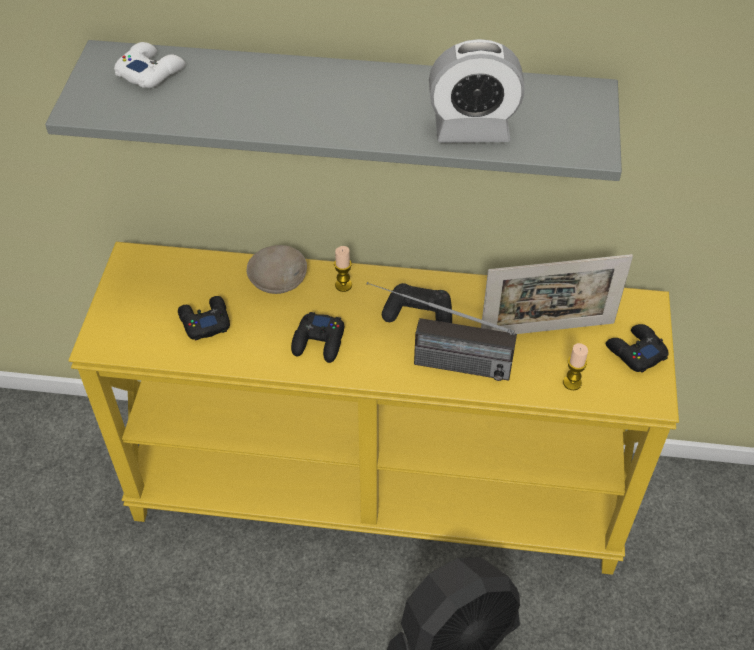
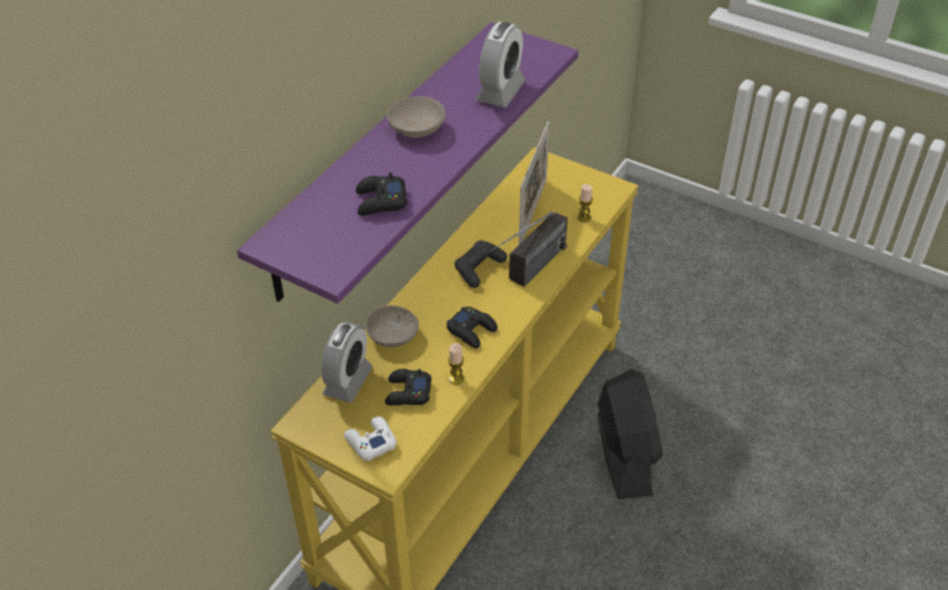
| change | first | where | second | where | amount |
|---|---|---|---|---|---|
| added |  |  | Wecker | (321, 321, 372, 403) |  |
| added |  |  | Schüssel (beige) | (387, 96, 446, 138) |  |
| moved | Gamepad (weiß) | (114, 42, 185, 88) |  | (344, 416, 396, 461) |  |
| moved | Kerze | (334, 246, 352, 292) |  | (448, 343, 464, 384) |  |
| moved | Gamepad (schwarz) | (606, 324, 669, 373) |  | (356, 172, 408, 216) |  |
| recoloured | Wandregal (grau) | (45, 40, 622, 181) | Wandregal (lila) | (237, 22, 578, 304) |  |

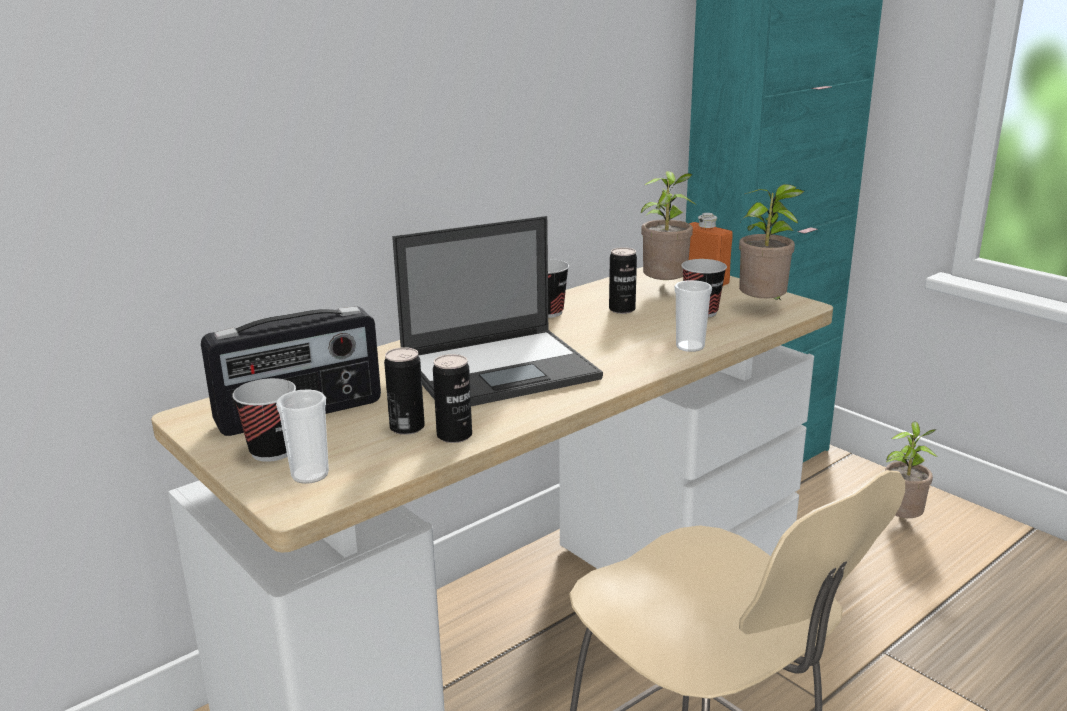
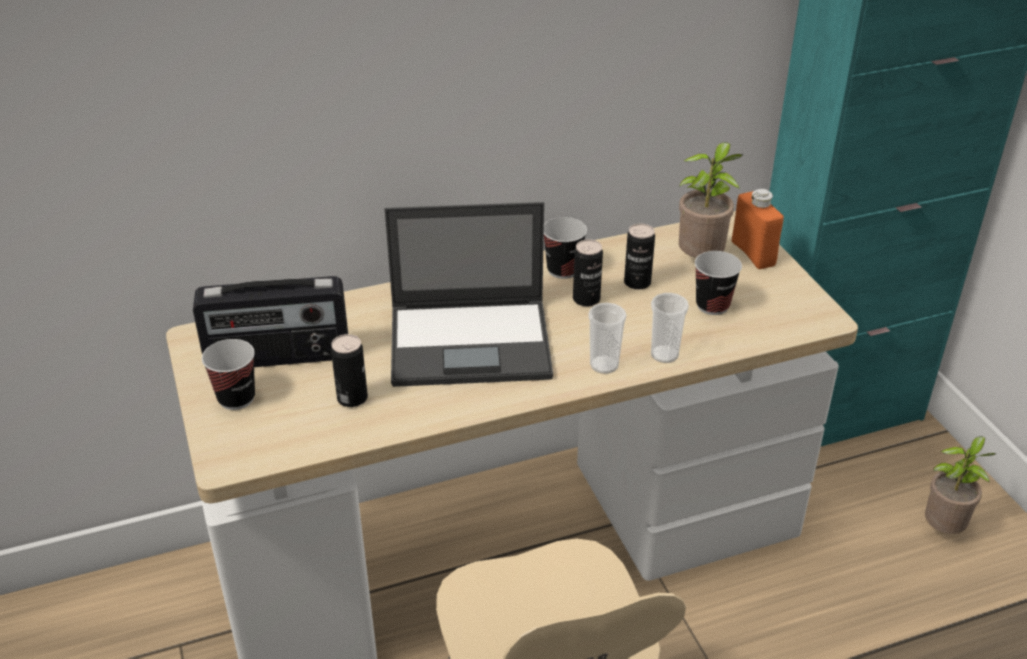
| change | first | where | second | where | amount |
|---|---|---|---|---|---|
| removed | Topfpflanze | (739, 184, 804, 300) |  |  |  |
| moved | Tasse | (276, 389, 329, 484) |  | (588, 303, 627, 374) |  |
| moved | Dose | (433, 354, 472, 443) |  | (573, 239, 603, 307) |  |

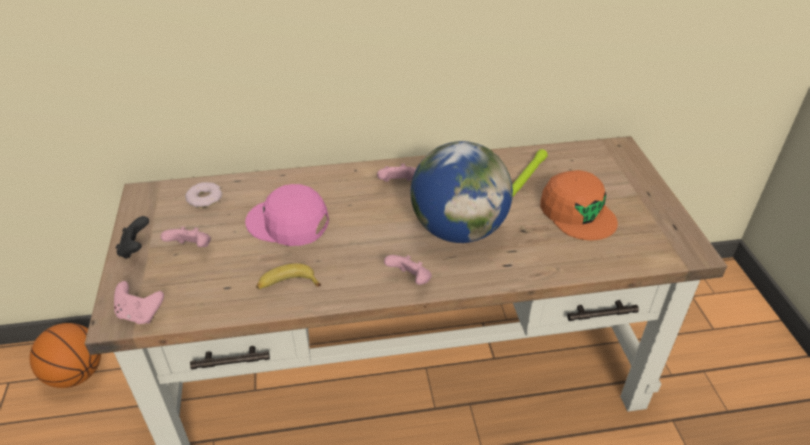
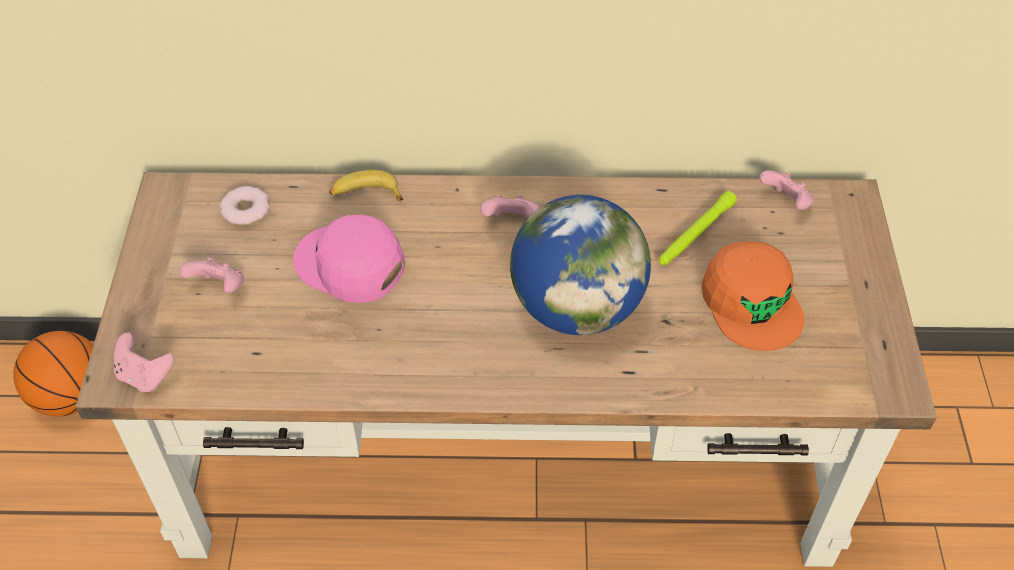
| change | first | where | second | where | amount |
|---|---|---|---|---|---|
| removed | Gamepad (schwarz) | (115, 216, 149, 259) |  |  |  |
| moved | Banane | (256, 263, 321, 289) |  | (329, 170, 403, 201) |  |
| moved | Gamepad (rosa) | (384, 255, 432, 285) |  | (759, 170, 814, 210) |  |

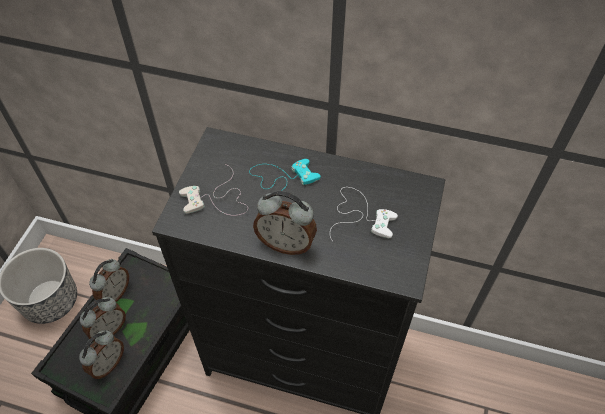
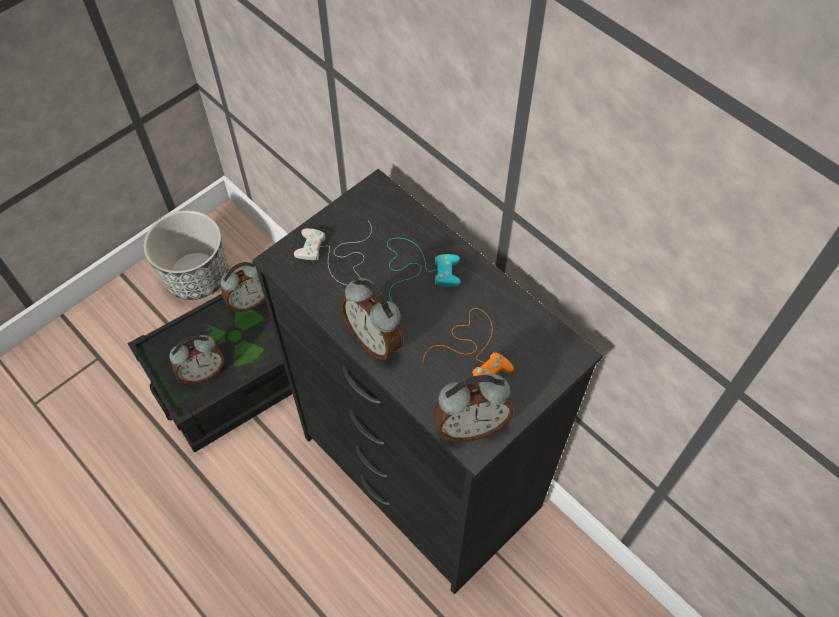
| change | first | where | second | where | amount |
|---|---|---|---|---|---|
| moved | Wecker | (80, 297, 126, 342) |  | (433, 374, 514, 442) |  |
| recoloured | Gamepad (weiß) | (330, 187, 398, 241) | Gamepad (orange) | (423, 308, 514, 383) |  |

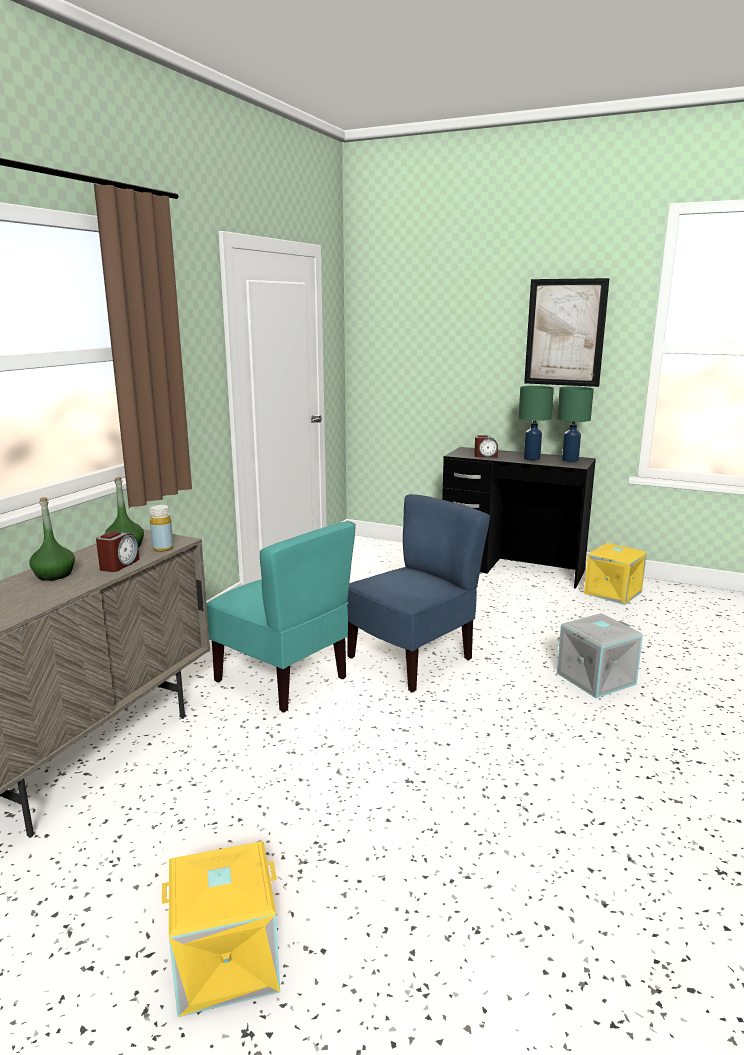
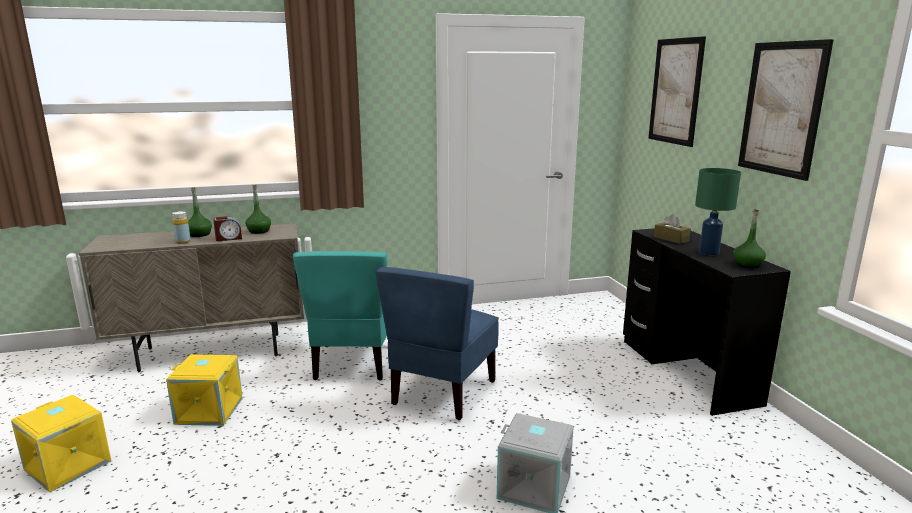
| change | first | where | second | where | amount |
|---|---|---|---|---|---|
| added |  |  | Bild | (648, 36, 706, 147) |  |
| moved | Flasche (gelb) | (150, 505, 173, 552) |  | (172, 211, 191, 244) |  |
| moved | Aufbewahrungsbox (gelb) | (584, 543, 647, 605) |  | (166, 355, 243, 426) |  |
| replaced | Wecker | (474, 435, 498, 457) | Taschentuchbox (braun) | (654, 214, 691, 244) |  |
| replaced | Tischlampe (grün) | (557, 386, 594, 462) | Flasche (grün) | (733, 209, 766, 268) |  |
| turned | Stuhl (blau) | (347, 494, 490, 692) |  | (376, 267, 499, 420) | 105 degrees clockwise |

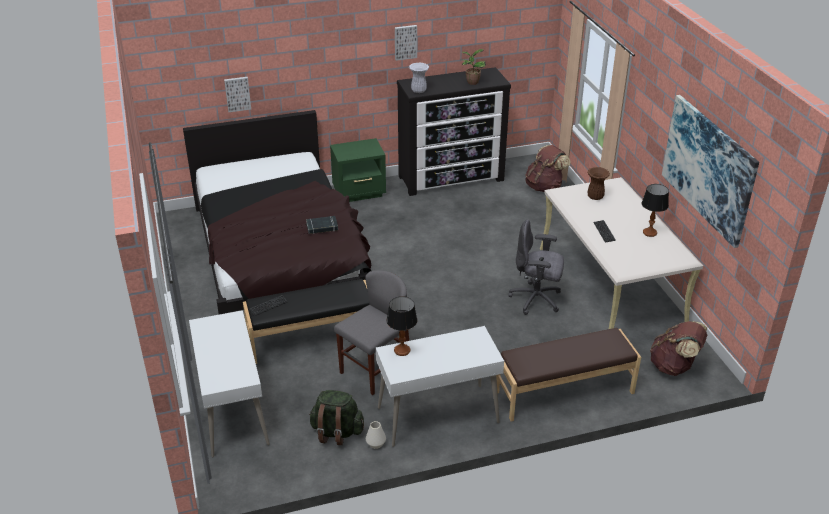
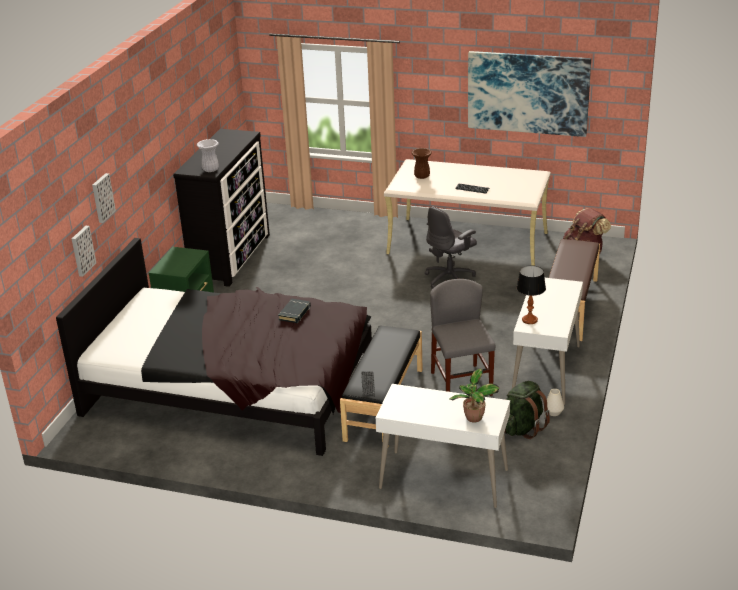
| change | first | where | second | where | amount |
|---|---|---|---|---|---|
| removed | Rucksack (braun) | (525, 145, 571, 192) |  |  |  |
| removed | Tischlampe | (642, 184, 669, 237) |  |  |  |
| moved | Bild | (395, 25, 417, 61) |  | (92, 173, 116, 223) |  |
| moved | Topfpflanze | (462, 49, 486, 85) |  | (449, 369, 499, 422) |  |

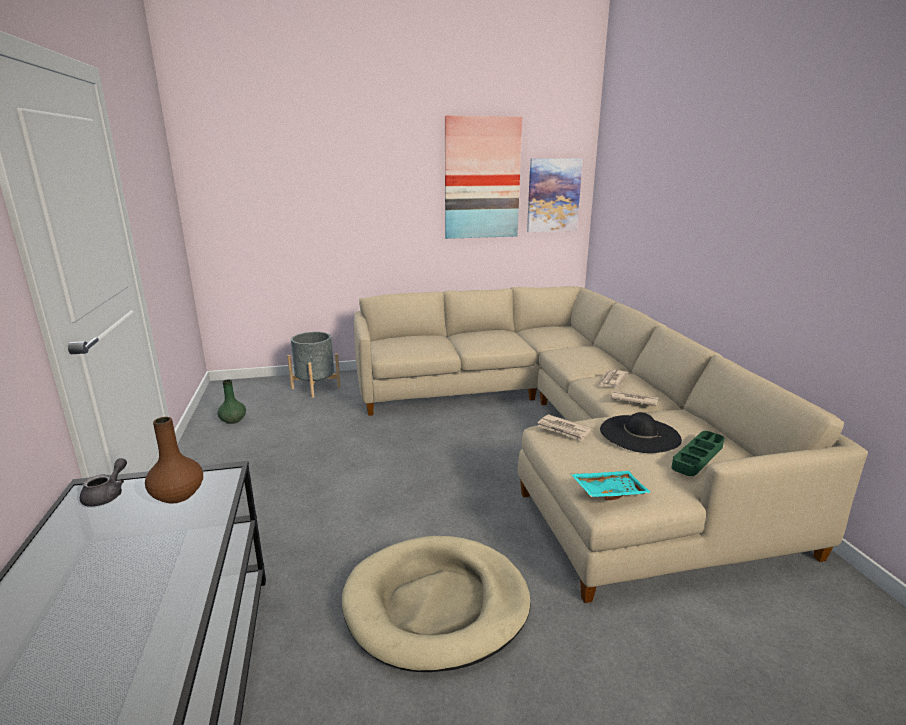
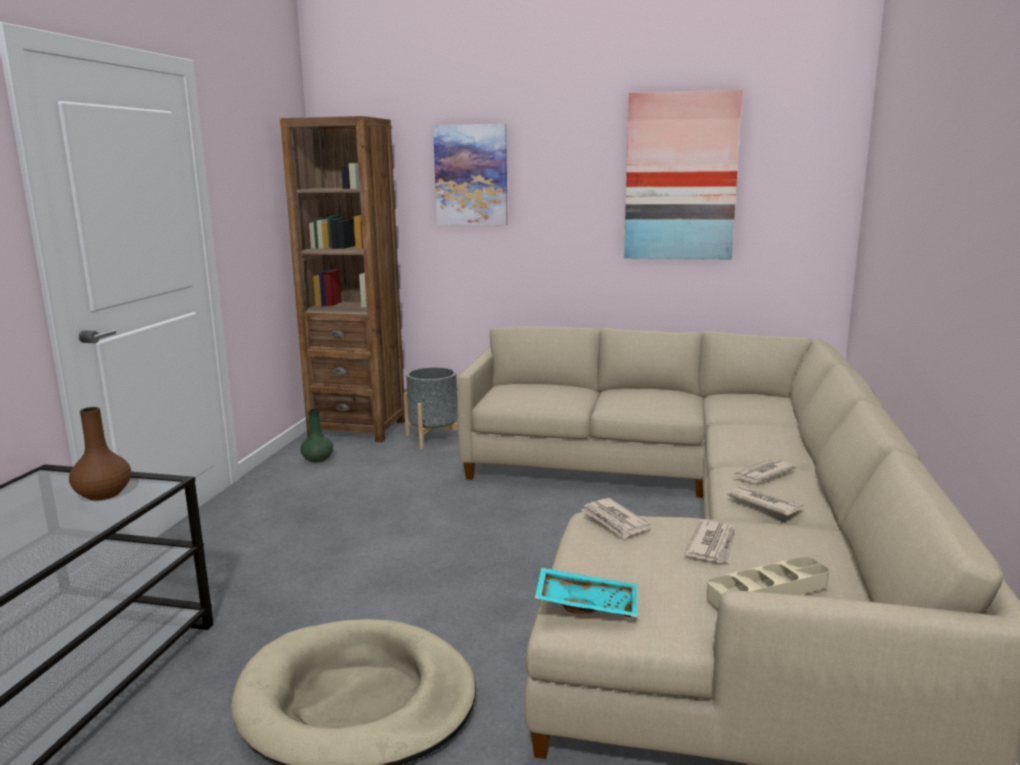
| change | first | where | second | where | amount |
|---|---|---|---|---|---|
| removed | Teekanne (grau) | (80, 458, 127, 507) |  |  |  |
| added |  |  | Bücherregal (braun) | (280, 116, 405, 442) |  |
| moved | Bild | (527, 158, 583, 232) |  | (433, 124, 508, 225) |  |
| replaced | Hut (schwarz) | (600, 412, 682, 453) | Zeitung | (684, 520, 736, 562) |  |
| recoloured | Tablett (grün) | (671, 431, 725, 476) | Tablett (beige) | (707, 557, 829, 608) |  |

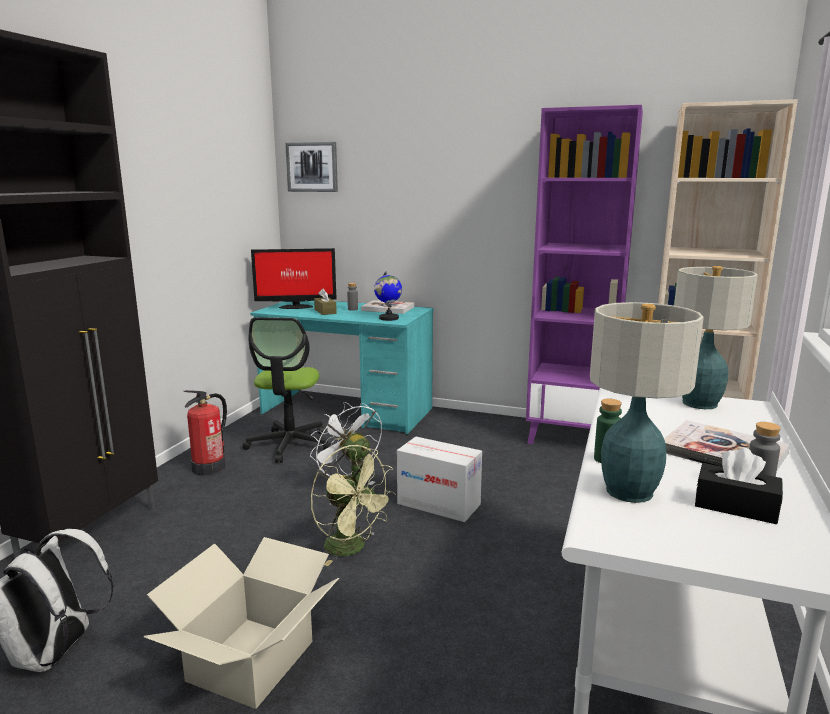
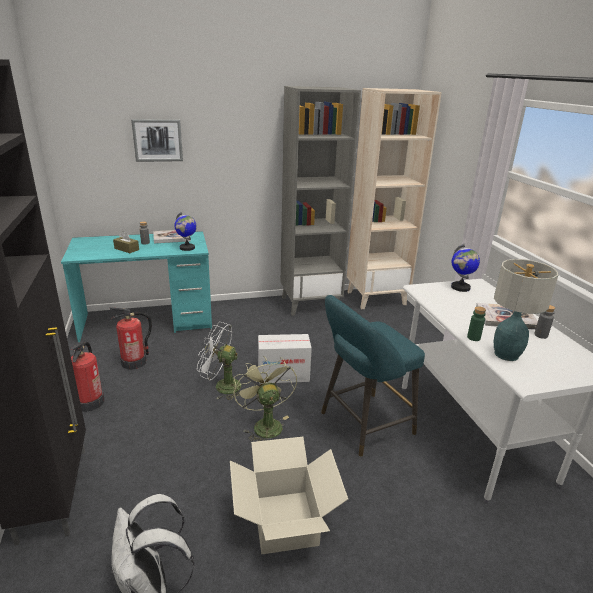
| change | first | where | second | where | amount |
|---|---|---|---|---|---|
| removed | Monitor | (251, 248, 337, 309) |  |  |  |
| removed | Taschentuchbox (schwarz) | (695, 448, 783, 524) |  |  |  |
| added |  |  | Hocker (türkis) | (321, 295, 425, 457) |  |
| moved | Bild | (285, 142, 338, 192) |  | (131, 119, 183, 162) |  |
| replaced | Bürostuhl | (242, 317, 332, 463) | Feuerlöscher | (110, 308, 152, 370) |  |
| replaced | Tischlampe | (674, 266, 758, 409) | Globus | (451, 244, 480, 292) |  |
| recoloured | Bücherregal (lila) | (526, 105, 643, 444) | Bücherregal (grau) | (281, 86, 361, 316) |  |
| turned | Ventilator (grün) | (311, 445, 396, 566) |  | (234, 357, 297, 441) | 120 degrees counterclockwise |

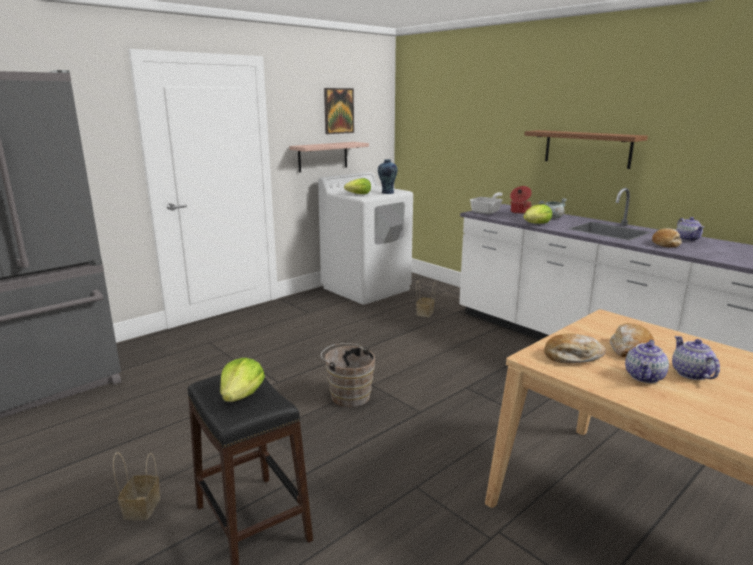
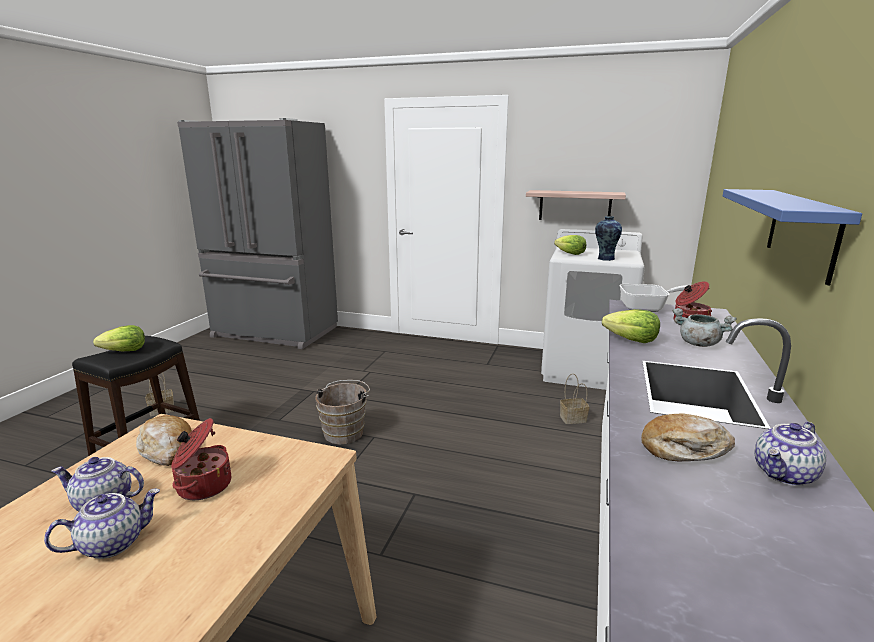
| change | first | where | second | where | amount |
|---|---|---|---|---|---|
| removed | Bild | (324, 88, 354, 134) |  |  |  |
| replaced | Brot | (610, 323, 654, 357) | Kochtopf | (171, 418, 231, 500) |  |
| recoloured | Wandregal (braun) | (524, 130, 648, 169) | Wandregal (blau) | (723, 189, 862, 285) |  |

